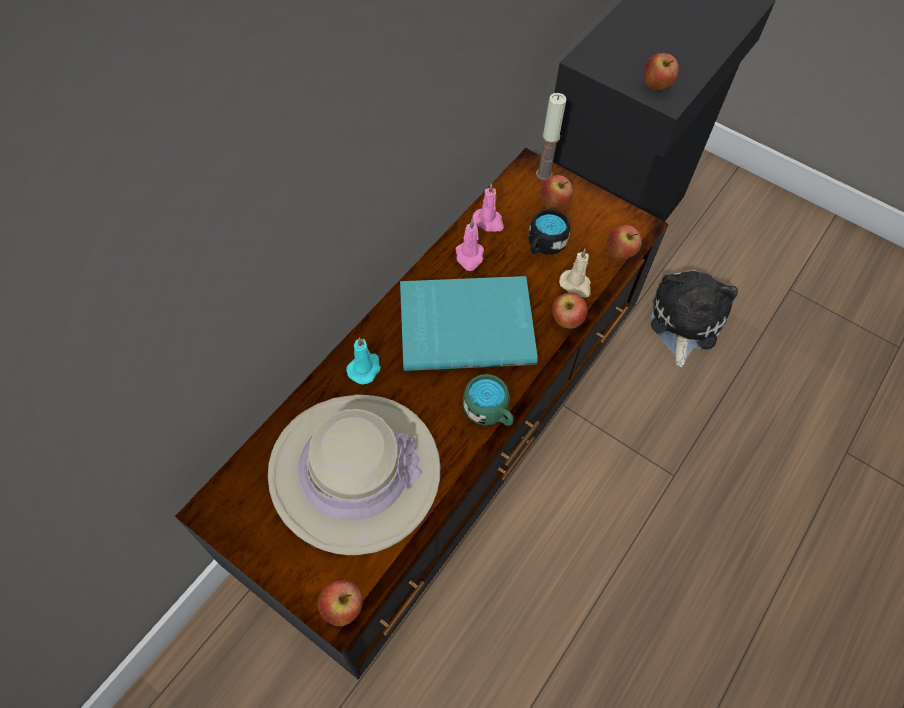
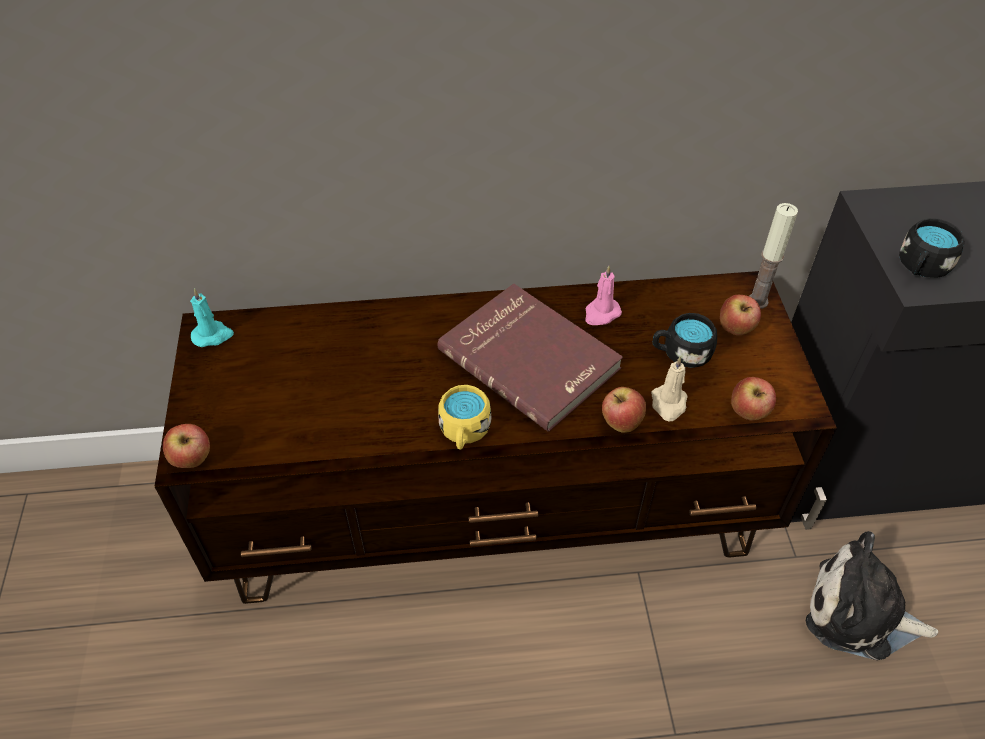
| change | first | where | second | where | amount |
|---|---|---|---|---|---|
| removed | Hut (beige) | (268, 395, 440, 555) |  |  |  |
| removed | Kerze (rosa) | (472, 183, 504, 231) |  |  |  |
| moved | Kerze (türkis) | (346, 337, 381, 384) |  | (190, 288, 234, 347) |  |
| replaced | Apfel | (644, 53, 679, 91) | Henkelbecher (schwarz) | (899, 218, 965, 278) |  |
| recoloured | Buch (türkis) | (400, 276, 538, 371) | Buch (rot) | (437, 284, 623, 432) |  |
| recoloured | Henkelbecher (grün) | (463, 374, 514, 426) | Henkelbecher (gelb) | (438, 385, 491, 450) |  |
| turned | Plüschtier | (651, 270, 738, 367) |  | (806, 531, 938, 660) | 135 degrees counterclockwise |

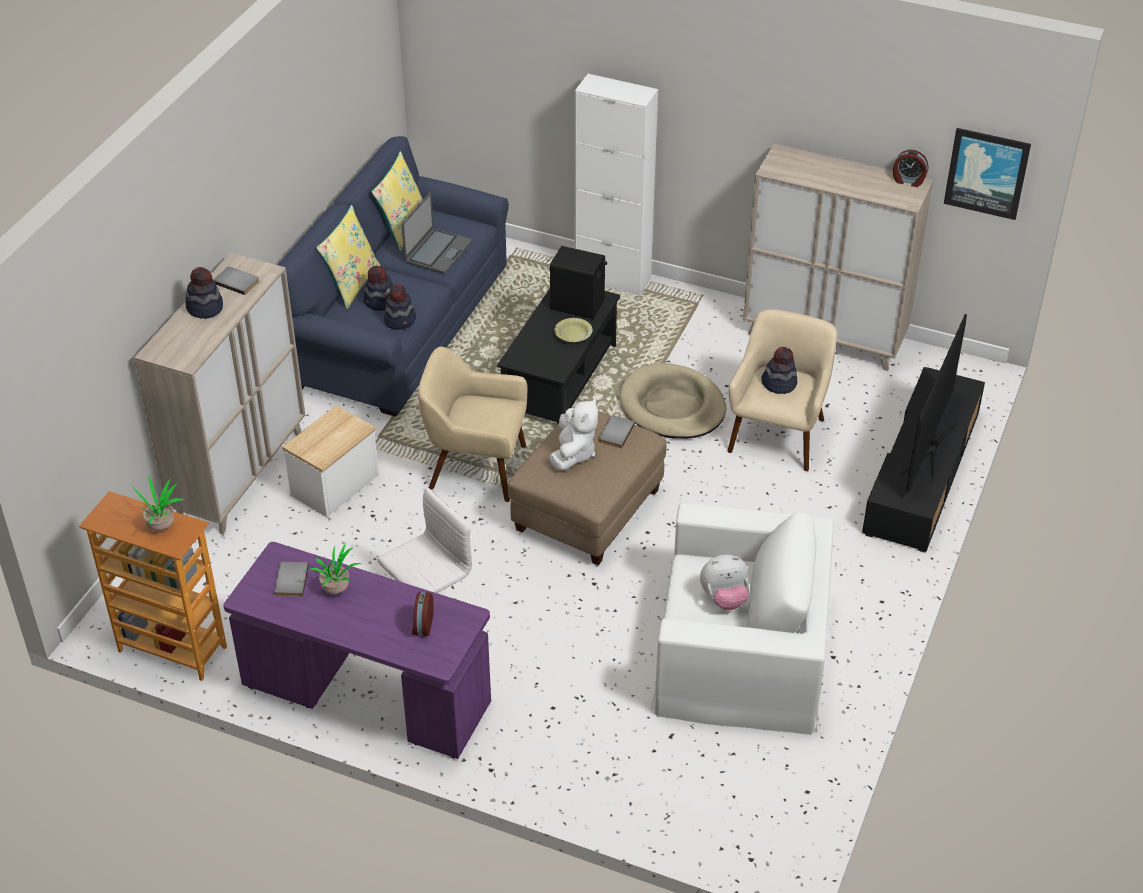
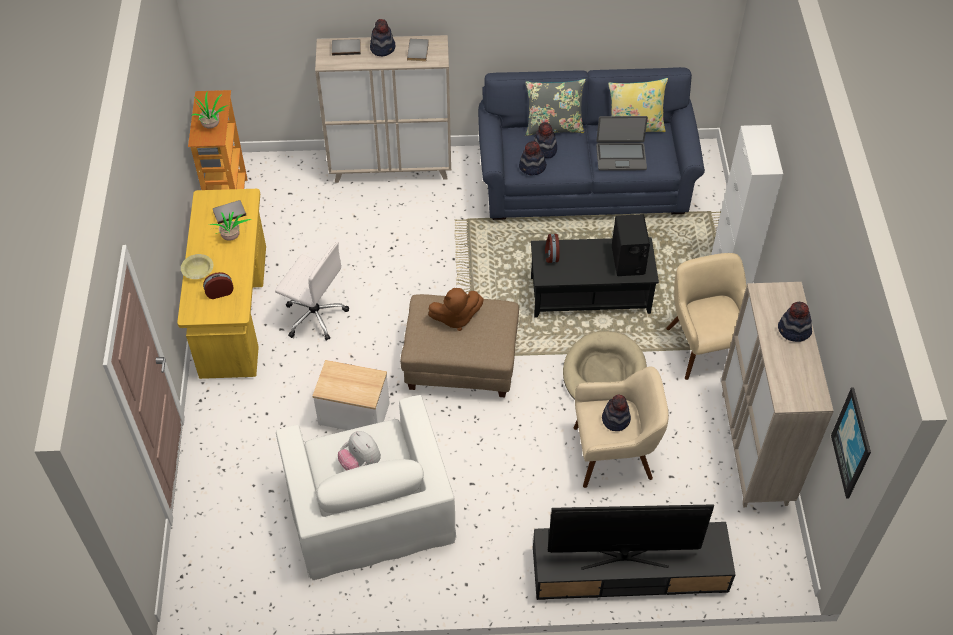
| change | first | where | second | where | amount |
|---|---|---|---|---|---|
| added |  |  | Hut | (778, 302, 812, 342) |  |
| moved | Beistelltisch | (282, 406, 379, 517) |  | (312, 360, 390, 430) |  |
| moved | Sessel (beige) | (418, 347, 528, 502) |  | (666, 253, 747, 380) |  |
| moved | Schüssel (gelb) | (554, 318, 592, 342) |  | (181, 254, 213, 279) |  |
| moved | Buch (grau) | (599, 416, 635, 449) |  | (332, 39, 361, 55) |  |
| moved | Wecker | (893, 150, 928, 187) |  | (545, 234, 560, 263) |  |
| recoloured | Schreibtisch (lila) | (224, 542, 491, 759) | Schreibtisch (gelb) | (177, 189, 266, 379) |  |
| recoloured | Kissen (gelb) | (316, 205, 381, 309) | Kissen (grau) | (525, 79, 586, 136) |  |
| recoloured | Plüschtier (weiß) | (550, 398, 598, 471) | Plüschtier (braun) | (428, 288, 484, 331) |  |

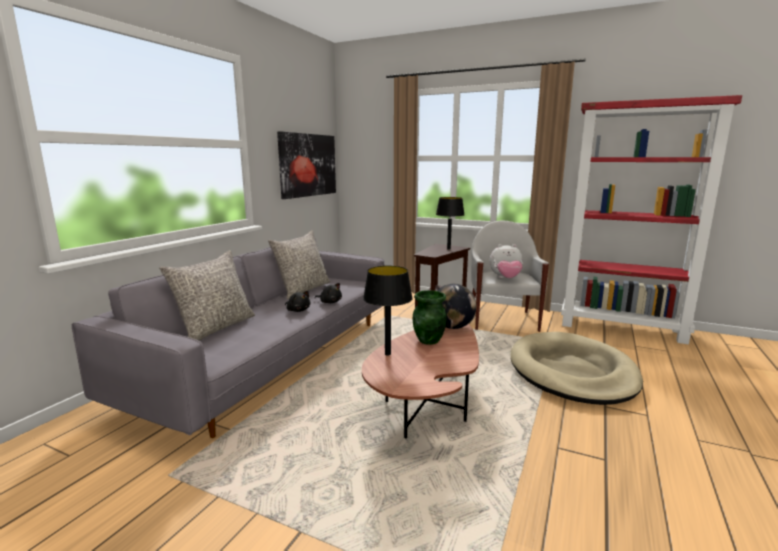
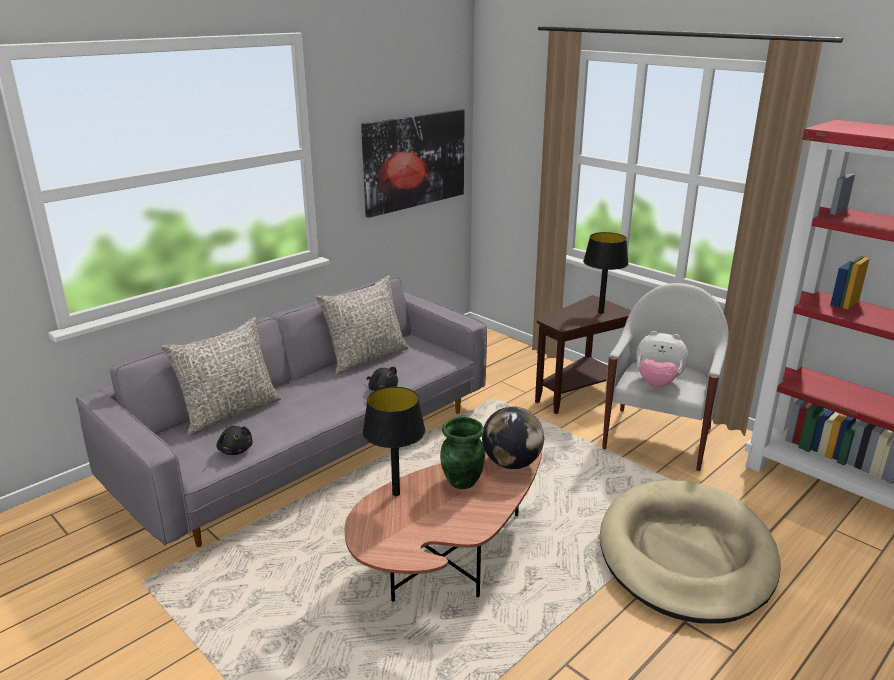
| change | first | where | second | where | amount |
|---|---|---|---|---|---|
| moved | Plüschtier (schwarz) | (285, 291, 311, 312) |  | (217, 426, 253, 455) |  |

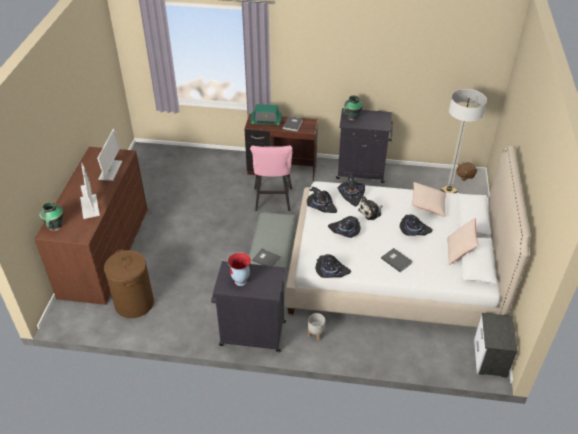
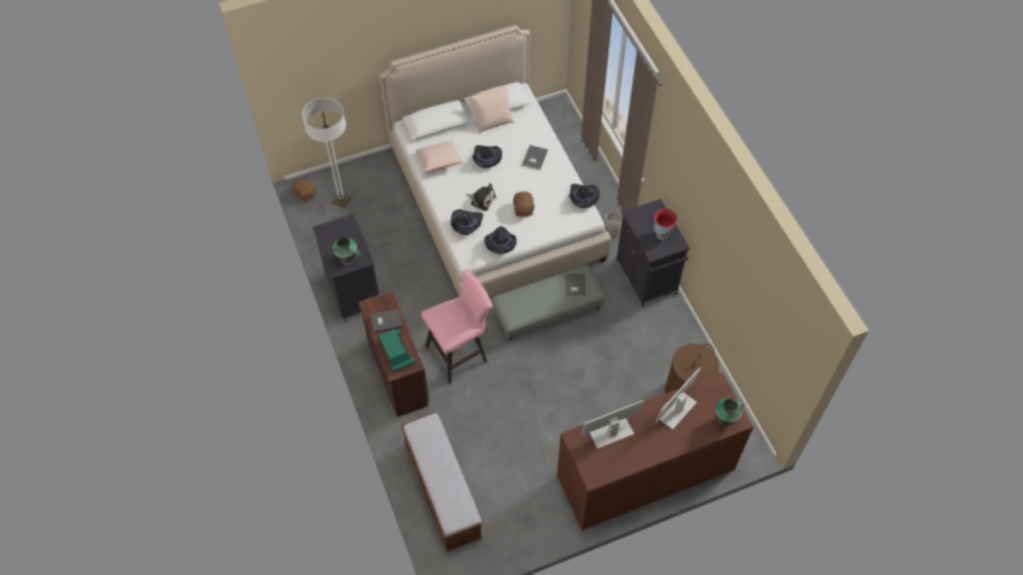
| change | first | where | second | where | amount |
|---|---|---|---|---|---|
| removed | Nachttisch | (474, 313, 517, 377) |  |  |  |
| added |  |  | Bank | (401, 412, 482, 552) |  |
| replaced | Hut (schwarz) | (328, 216, 361, 238) | Plüschtier (braun) | (513, 192, 535, 217) |  |

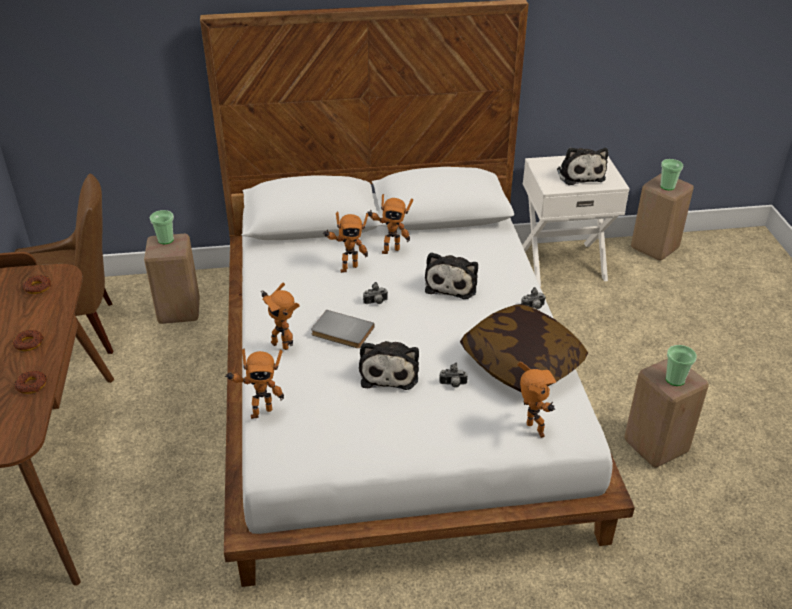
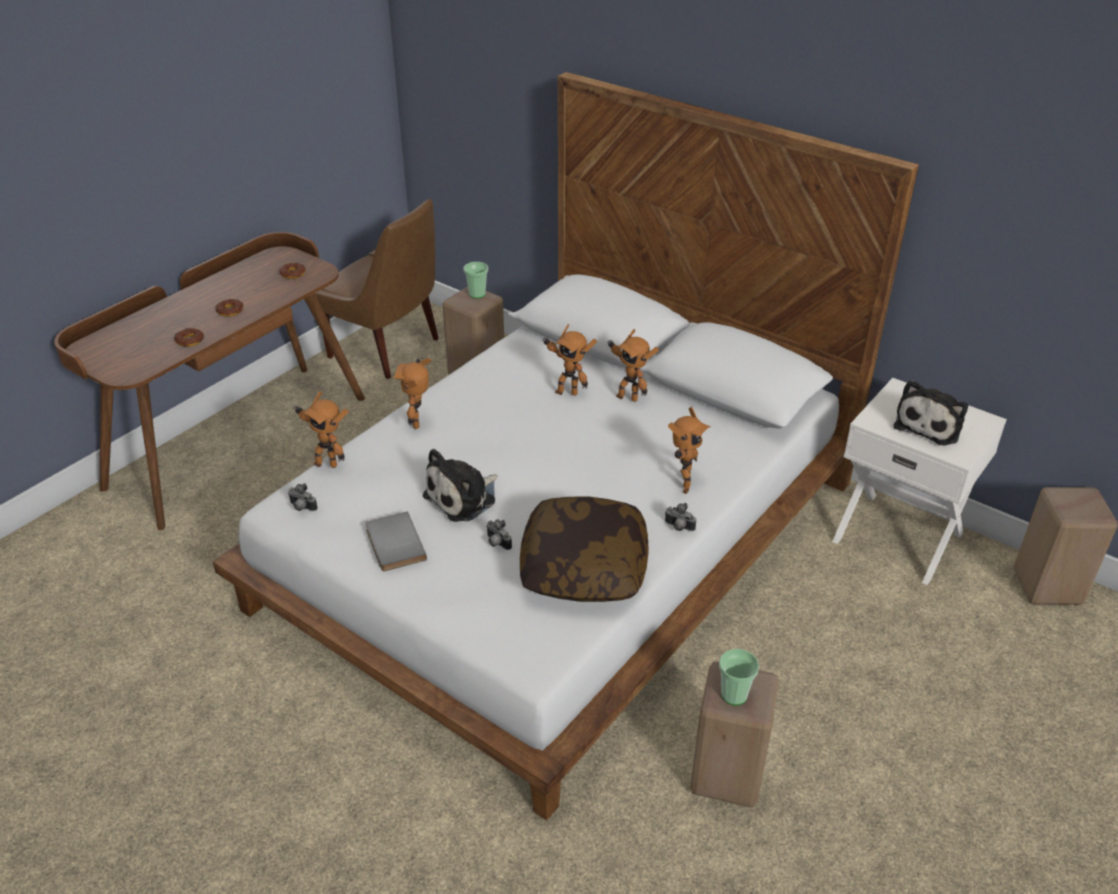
| change | first | where | second | where | amount |
|---|---|---|---|---|---|
| removed | Plüschtier | (425, 252, 478, 299) |  |  |  |
| removed | Tasse | (660, 159, 683, 190) |  |  |  |
| moved | Buch (grau) | (311, 310, 374, 348) |  | (365, 511, 427, 571) |  |
| moved | Kamera | (363, 282, 388, 304) |  | (288, 483, 318, 511) |  |
| moved | Spielzeugroboter | (517, 362, 556, 438) |  | (668, 407, 710, 494) |  |

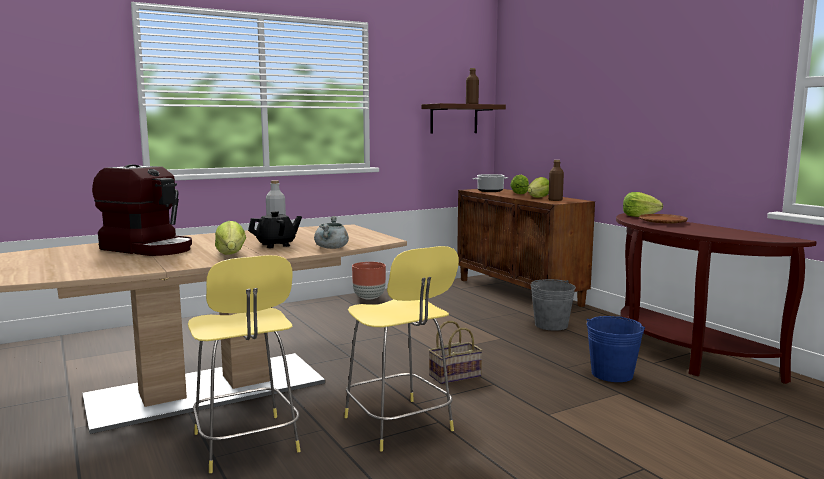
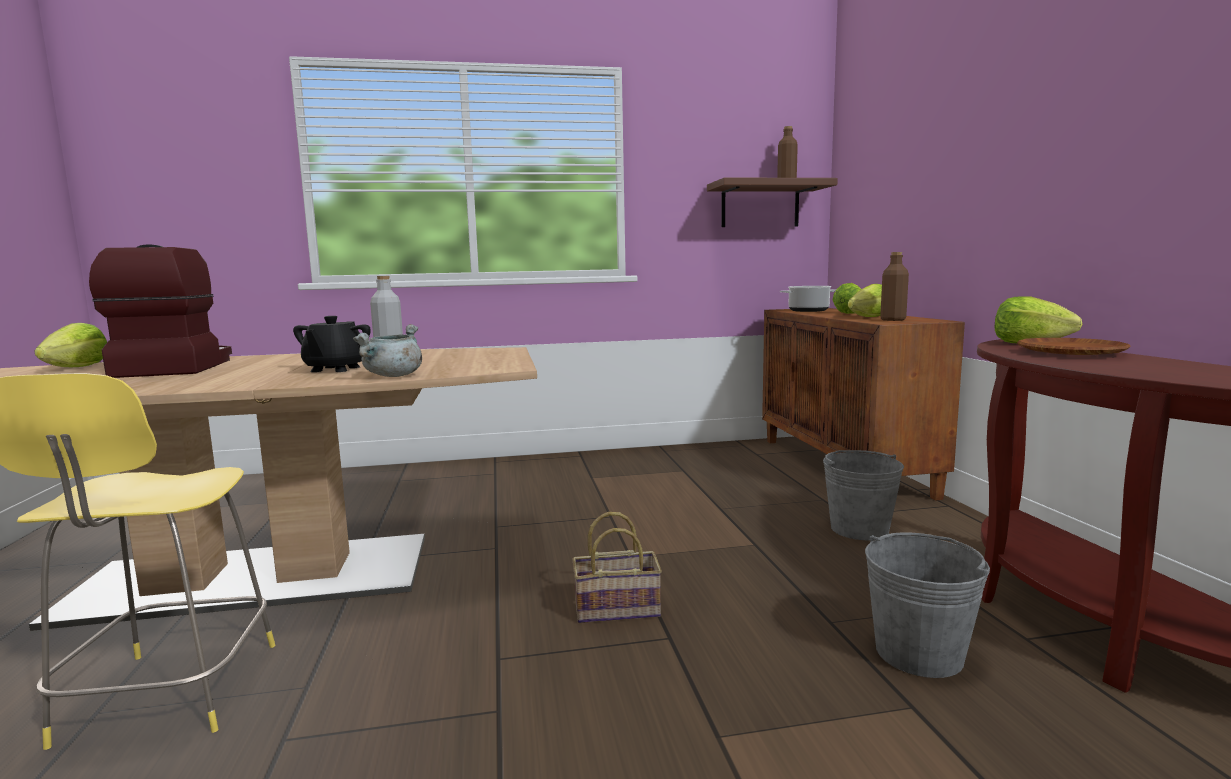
| change | first | where | second | where | amount |
|---|---|---|---|---|---|
| removed | Hocker (gelb) | (344, 246, 459, 452) |  |  |  |
| removed | Pflanzkübel (braun) | (352, 262, 386, 299) |  |  |  |
| moved | Salatkopf | (215, 221, 246, 255) |  | (35, 323, 107, 367) |  |
| recoloured | Eimer (blau) | (586, 316, 645, 382) | Eimer (grau) | (865, 532, 990, 678) |  |
| turned | Kaffeemaschine | (92, 165, 192, 256) |  | (89, 244, 232, 378) | 150 degrees counterclockwise |
| turned | Teekanne (schwarz) | (248, 211, 302, 248) |  | (293, 316, 371, 372) | 105 degrees clockwise |

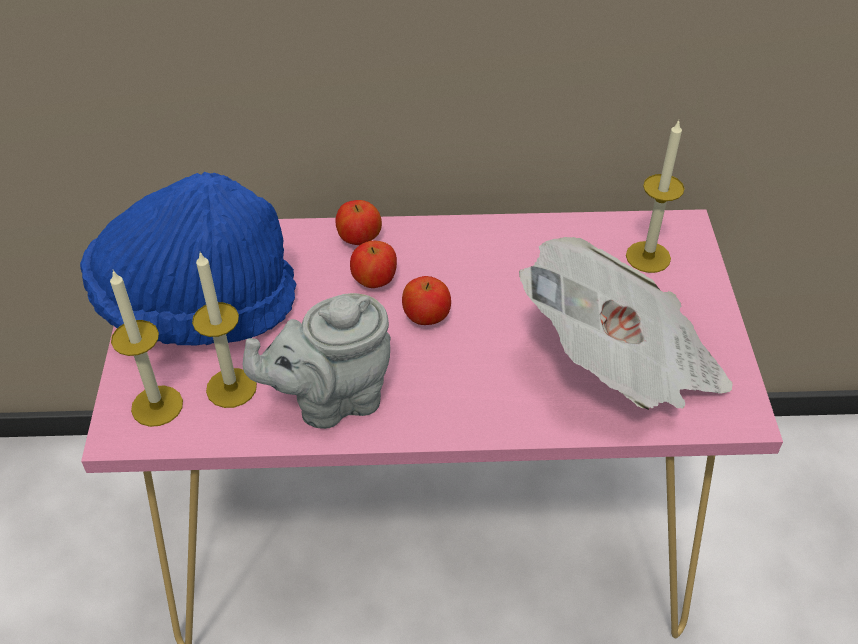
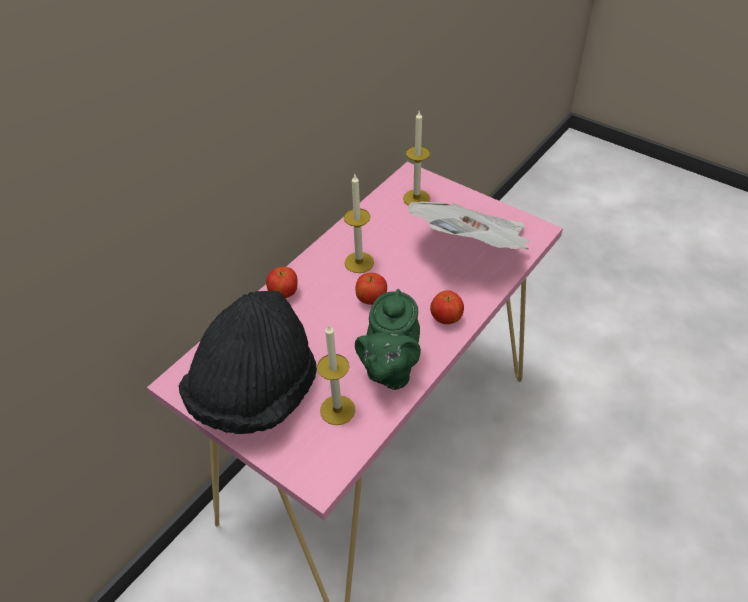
| change | first | where | second | where | amount |
|---|---|---|---|---|---|
| moved | Kerze | (110, 270, 183, 427) |  | (344, 175, 374, 273) |  |
| moved | Apfel | (350, 241, 397, 288) |  | (430, 290, 464, 324) |  |
| recoloured | Hut (blau) | (80, 172, 296, 346) | Hut (schwarz) | (179, 291, 317, 434) |  |
| recoloured | Teekanne (grau) | (242, 293, 391, 429) | Teekanne (grün) | (355, 289, 421, 390) |  |

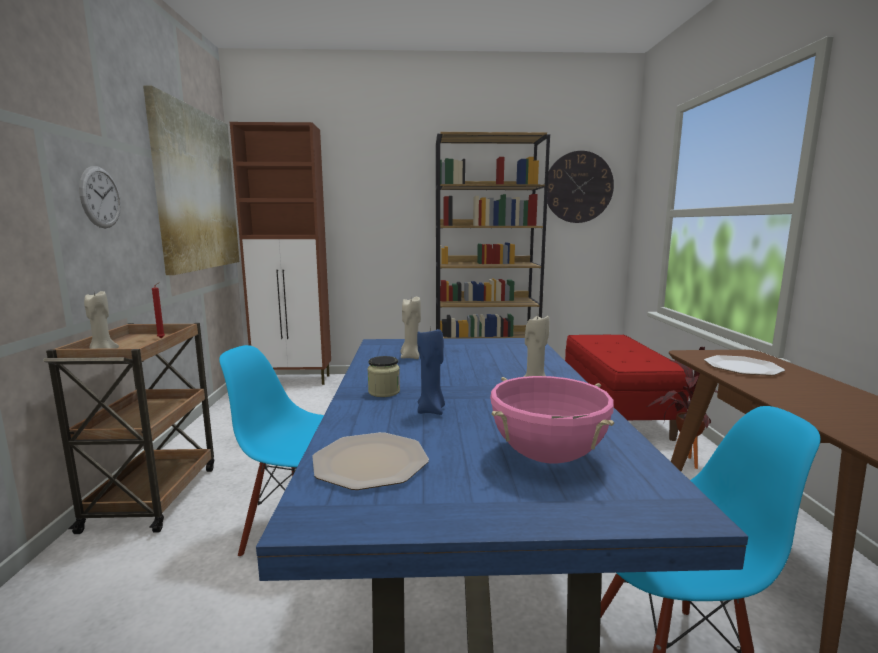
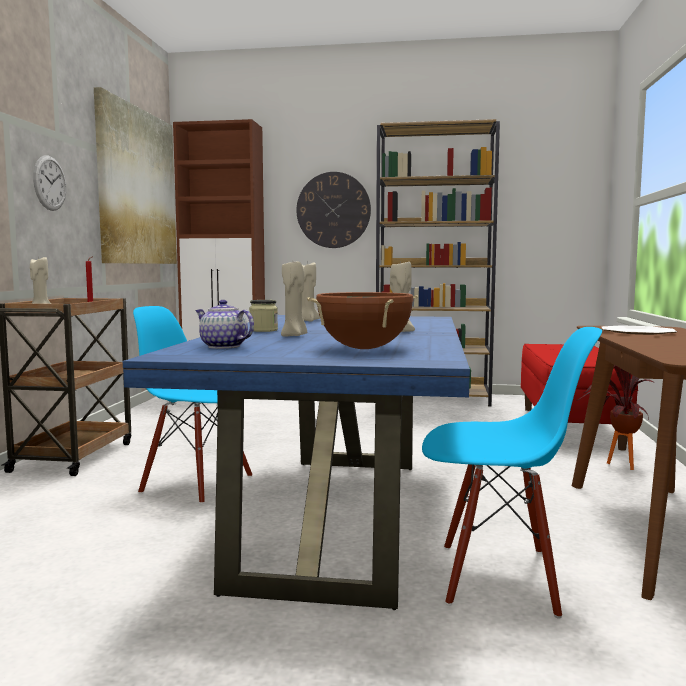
| change | first | where | second | where | amount |
|---|---|---|---|---|---|
| moved | Wanduhr | (547, 151, 614, 223) |  | (297, 172, 371, 248) |  |
| replaced | Teller | (312, 432, 429, 490) | Teekanne | (195, 300, 254, 349) |  |
| recoloured | Kerze (blau) | (417, 327, 445, 415) | Kerze (beige) | (281, 262, 307, 337) |  |
| recoloured | Kochtopf (rosa) | (490, 376, 614, 464) | Kochtopf (braun) | (307, 292, 418, 349) |  |

